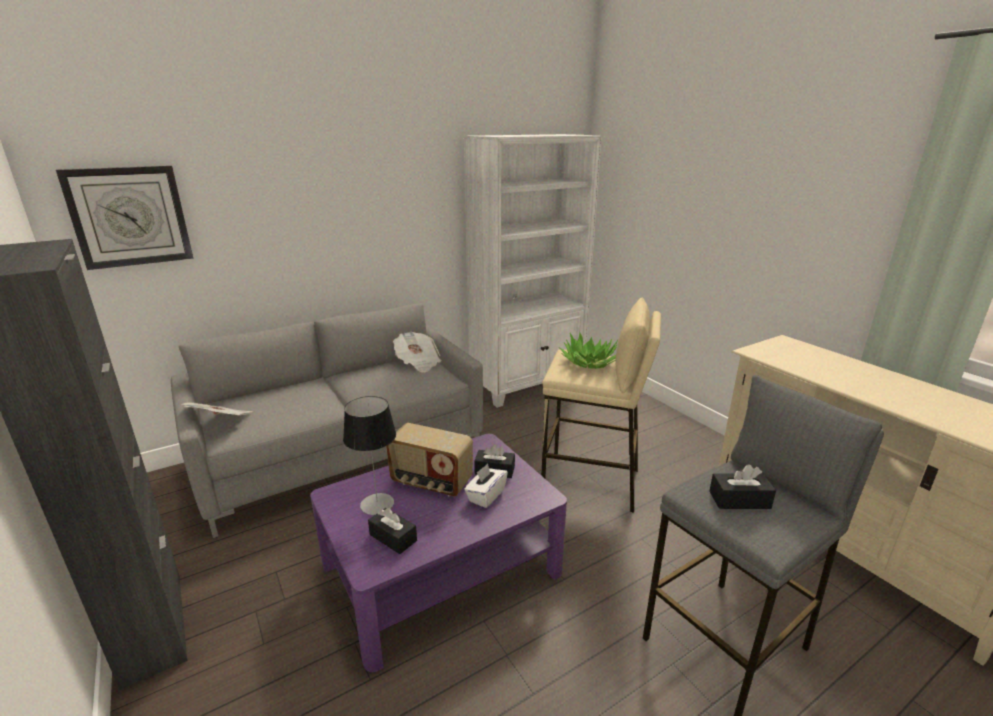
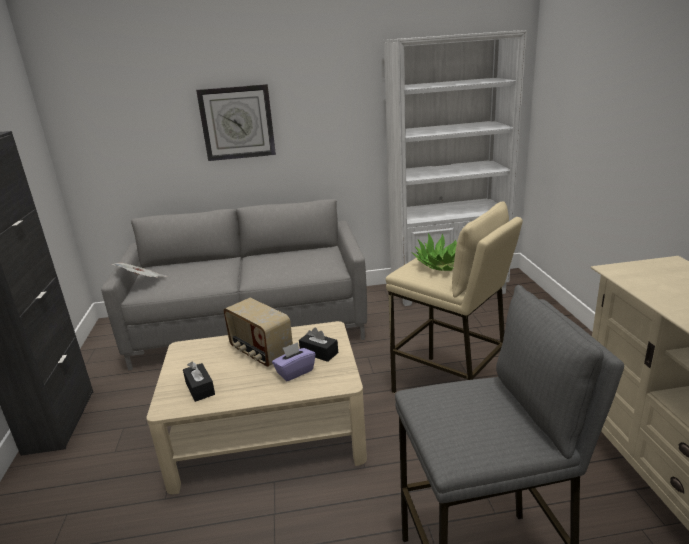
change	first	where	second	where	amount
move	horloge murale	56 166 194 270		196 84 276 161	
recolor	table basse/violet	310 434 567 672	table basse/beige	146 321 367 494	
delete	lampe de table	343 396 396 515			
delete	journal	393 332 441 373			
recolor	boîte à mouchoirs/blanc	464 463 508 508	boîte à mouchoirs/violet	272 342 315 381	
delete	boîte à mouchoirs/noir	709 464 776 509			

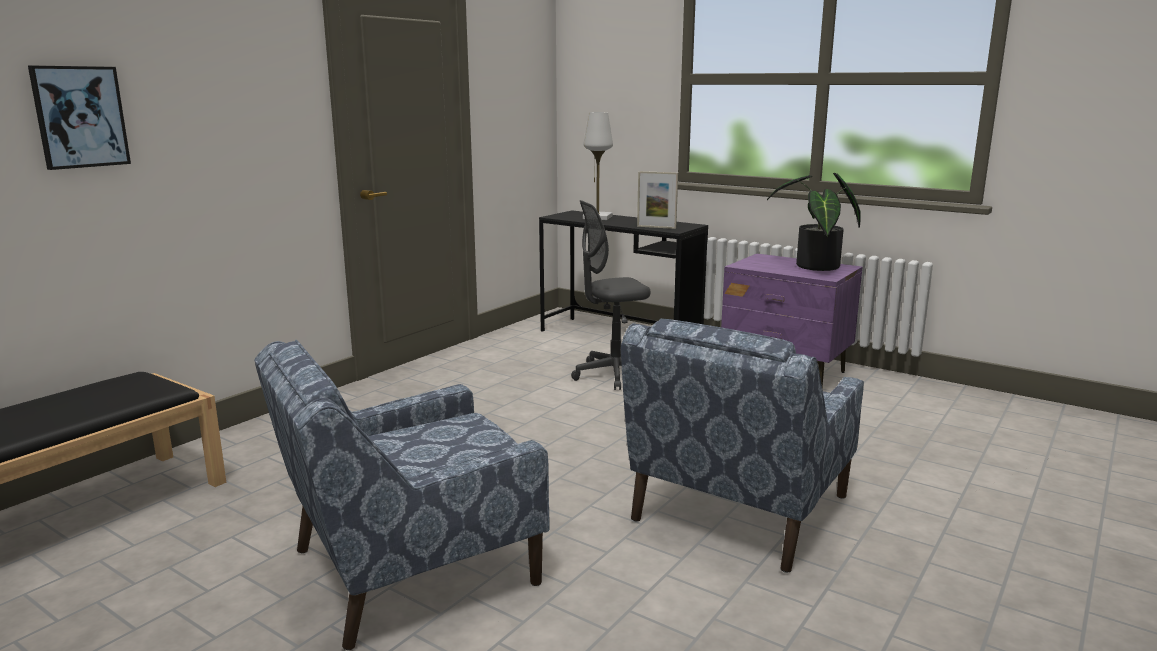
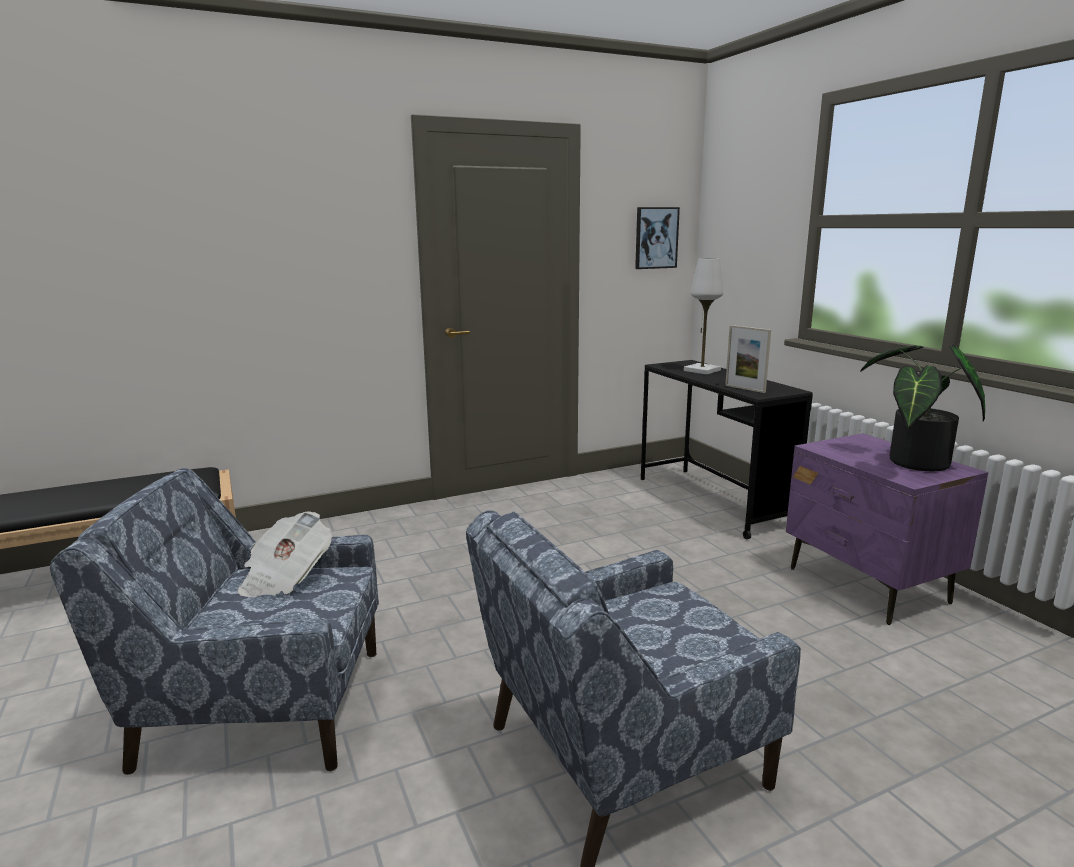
change	first	where	second	where	amount
move	tableau	28 66 131 170		635 207 680 269	
delete	chaise de bureau/gris	571 200 650 390			
insert			journal	238 511 332 597	

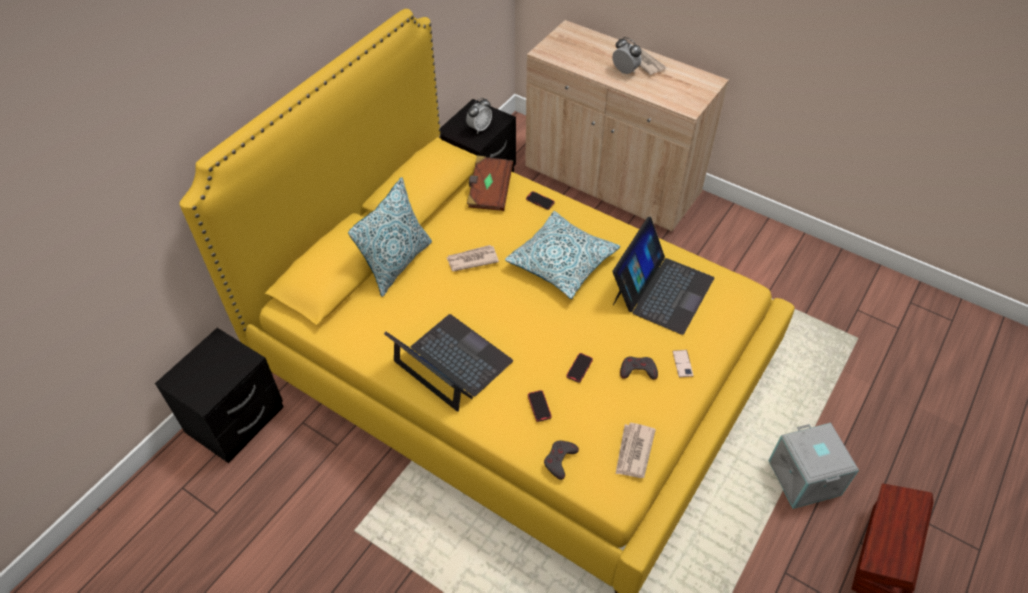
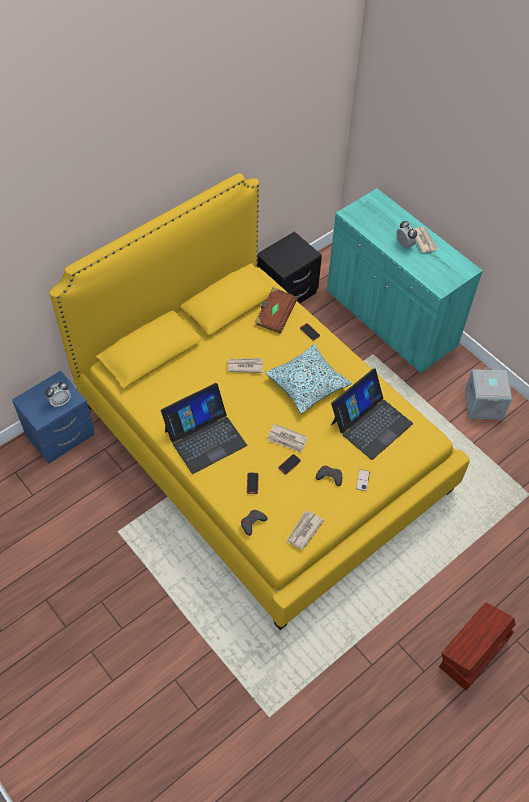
change	first	where	second	where	amount
recolor	table de chevet/noir	155 328 284 463	table de chevet/bleu	12 371 95 464	
delete	coussin	348 177 432 297			
rotate	ordinateur portable	384 314 513 412		161 383 247 474	90 degrees clockwise
move	réveil	466 98 492 134		45 382 71 407	
recolor	meuble de rangement/beige	525 20 729 231	meuble de rangement/turquoise	327 188 483 373	
move	boîte de rangement/gris	769 423 859 509		465 367 512 419	
insert			journal	267 424 308 453	

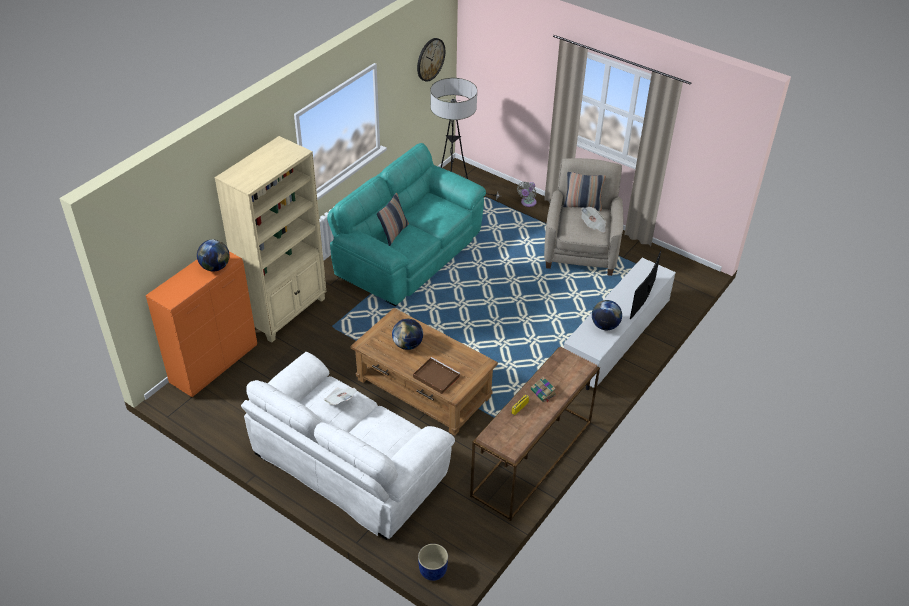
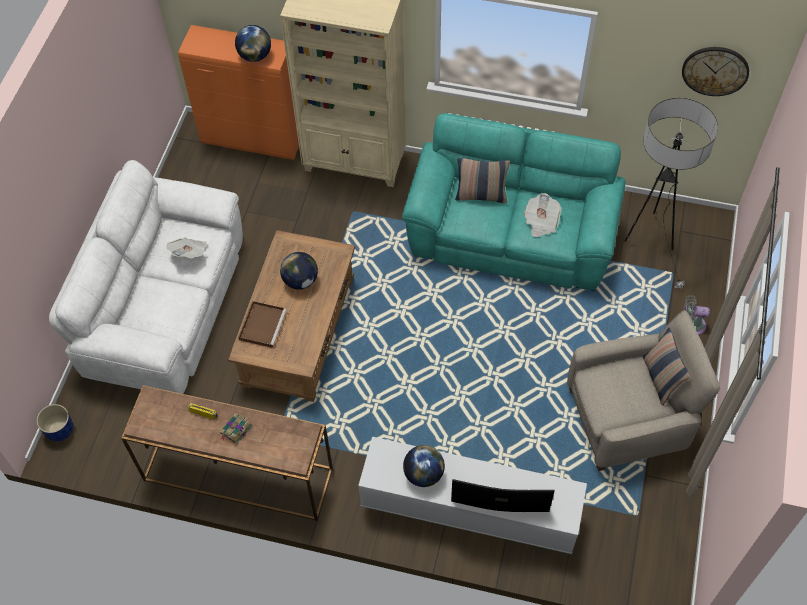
change	first	where	second	where	amount
move	journal	581 207 606 233		524 193 562 237	

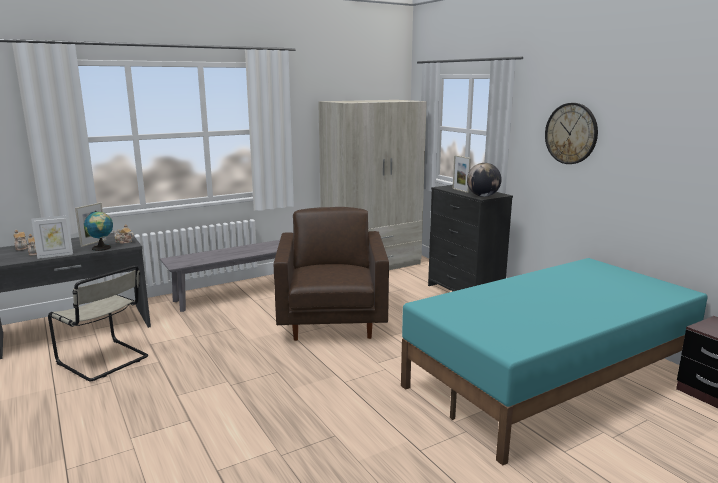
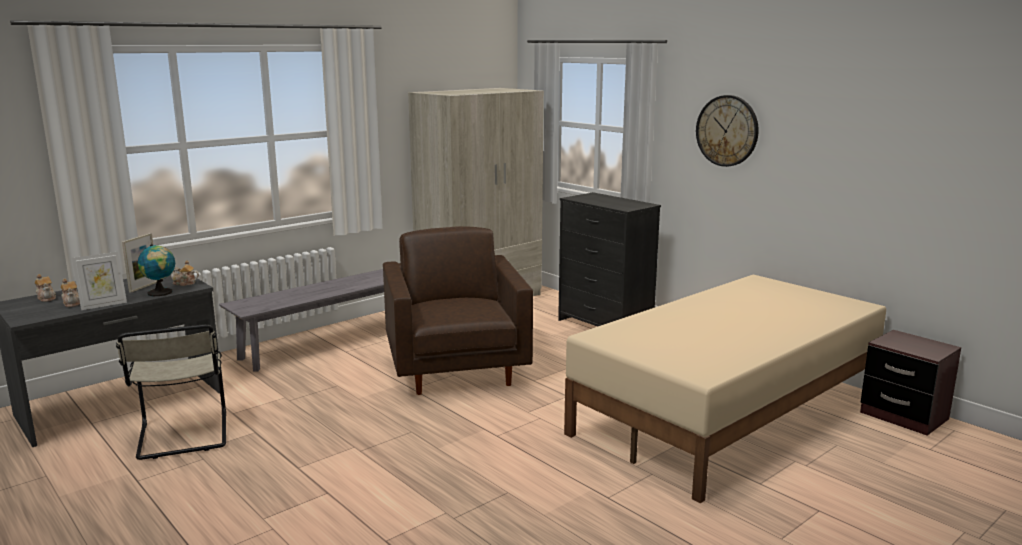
change	first	where	second	where	amount
rotate	chaise/beige	48 265 148 381		116 324 226 460	45 degrees clockwise
recolor	lit/turquoise	401 258 707 466	lit/beige	564 275 886 503	
delete	cadre photo	453 155 471 193			
delete	globe	467 163 502 197			

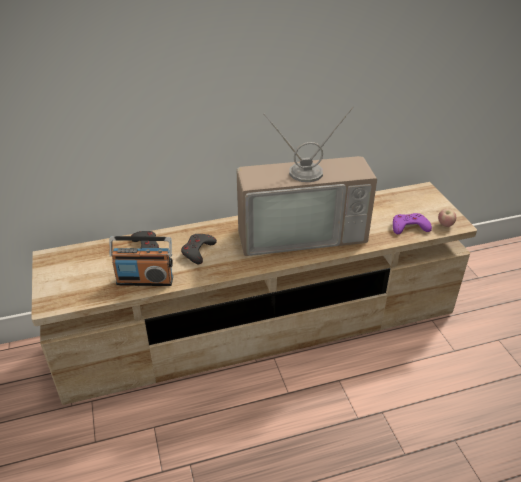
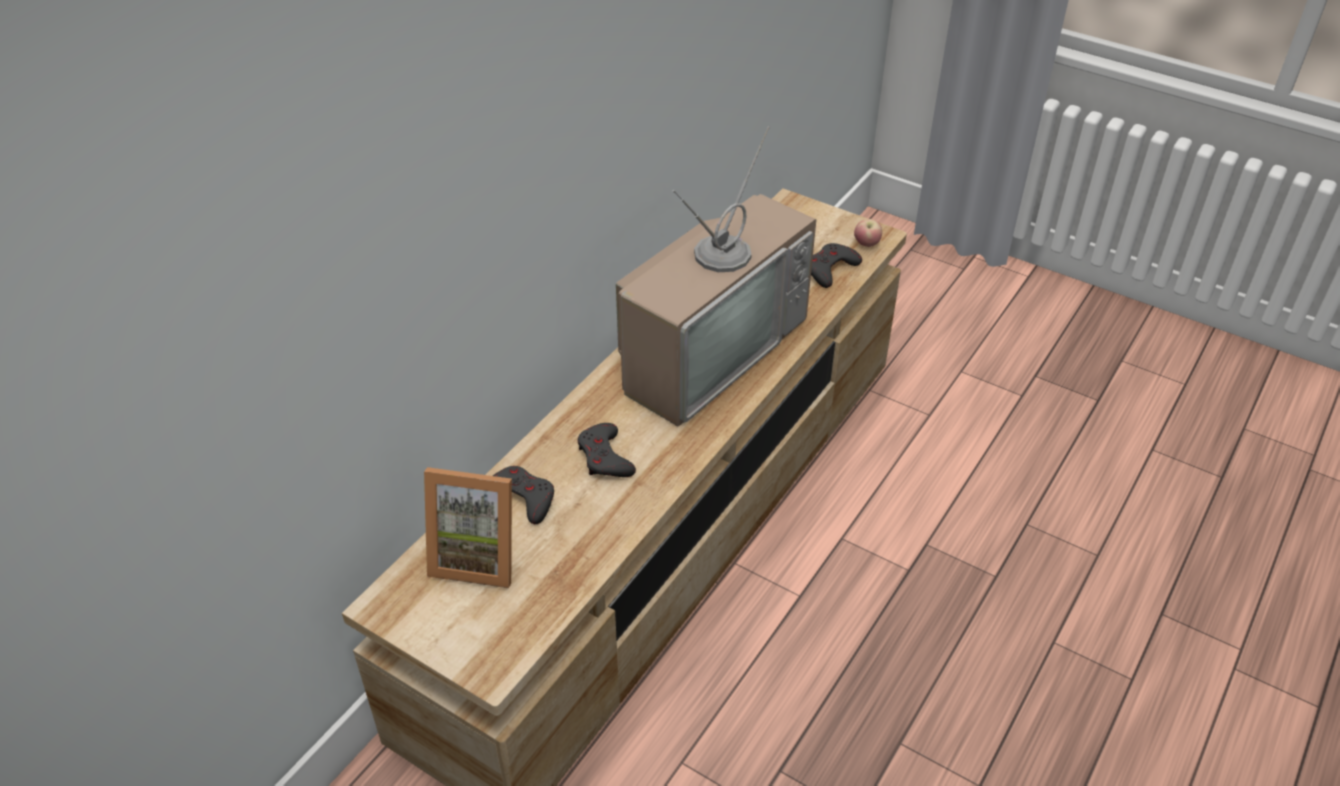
change	first	where	second	where	amount
delete	radio	109 236 173 286			
recolor	manette/violet	393 213 432 234	manette/gris	811 243 862 288	
insert			cadre photo	424 467 512 588	

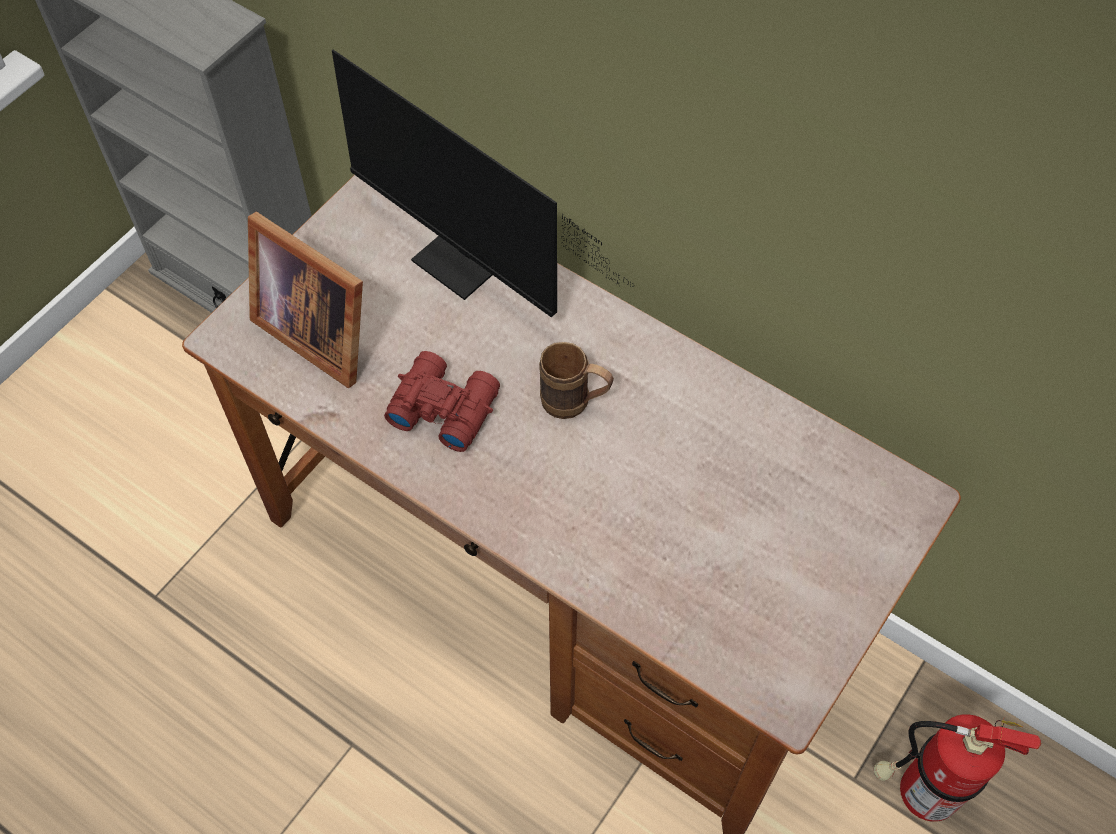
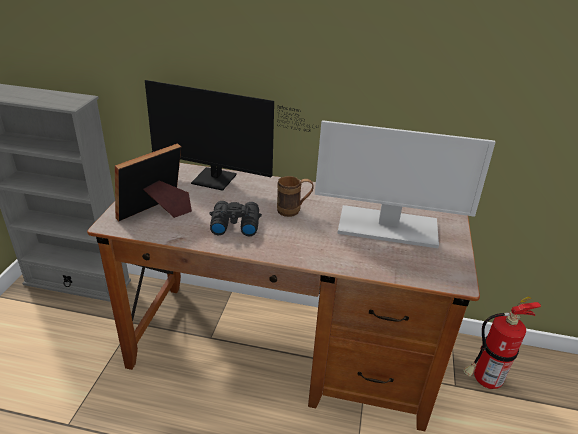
change	first	where	second	where	amount
rotate	cadre photo	248 212 363 388		115 143 192 221	120 degrees clockwise
recolor	jumelles/rouge	384 351 500 452	jumelles/noir	209 201 262 236	
insert			écran d'ordinateur	315 120 495 248	

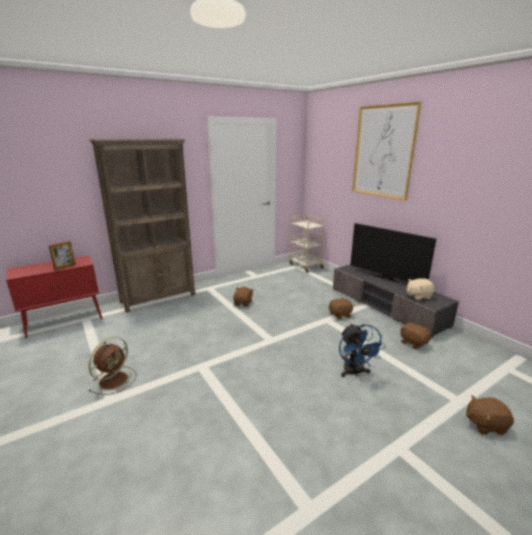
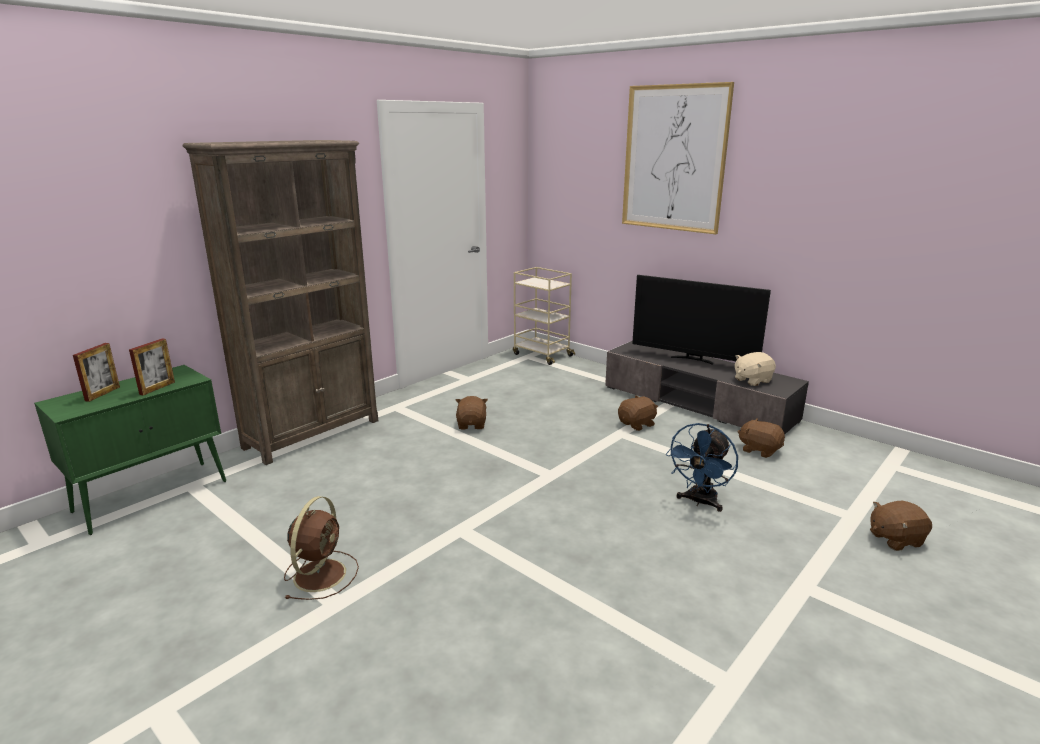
change	first	where	second	where	amount
recolor	meuble de rangement/rouge	6 255 103 338	meuble de rangement/vert	34 365 226 535	
rotate	ventilateur/bleu	339 324 386 377		666 423 738 512	60 degrees clockwise
insert			cadre photo	73 343 120 402	

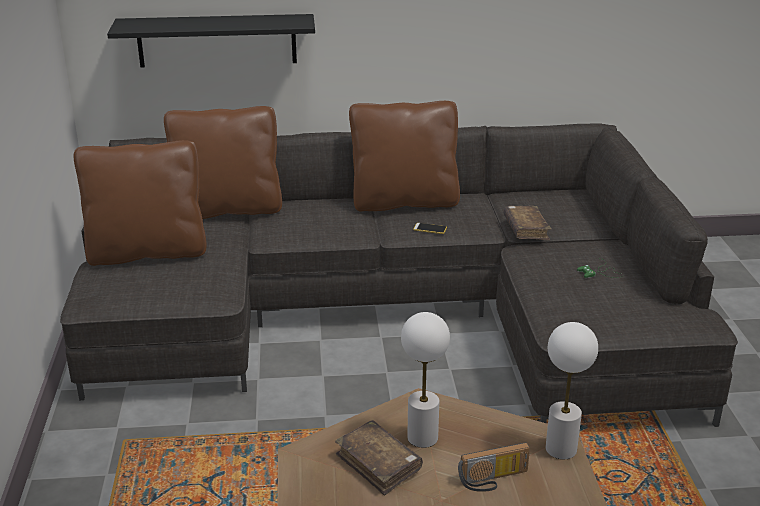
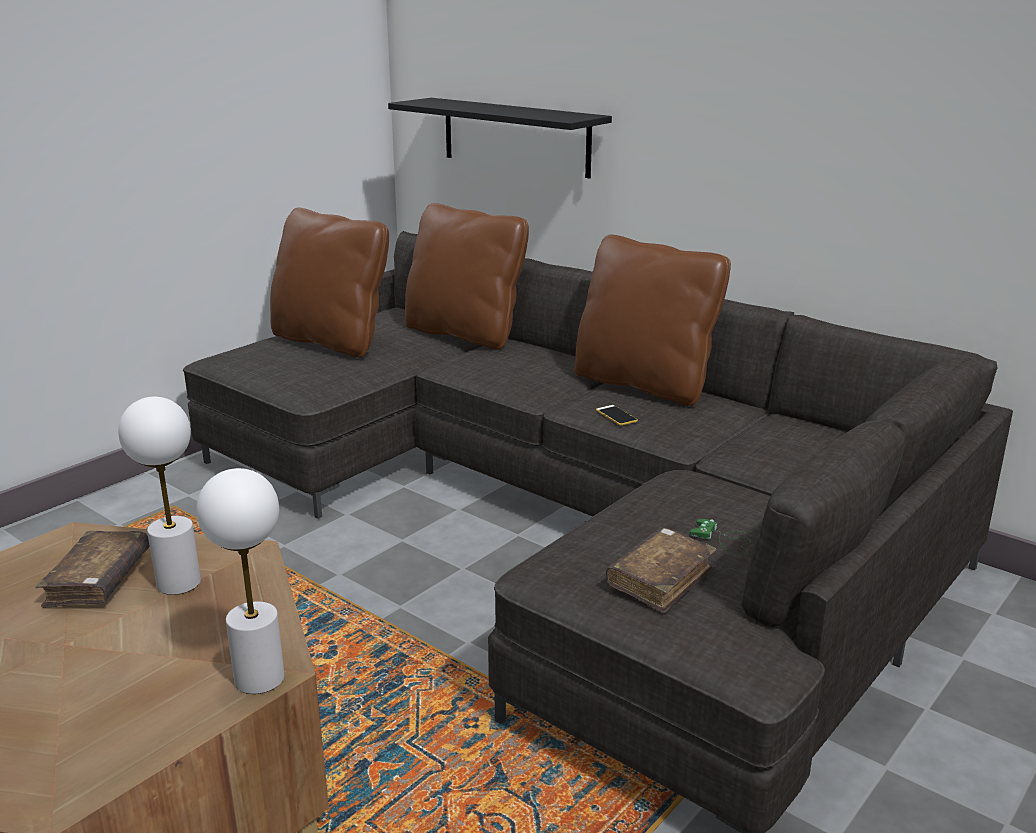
change	first	where	second	where	amount
delete	radio	458 442 530 492			
move	livre/marron	503 206 551 240		606 527 716 613	

